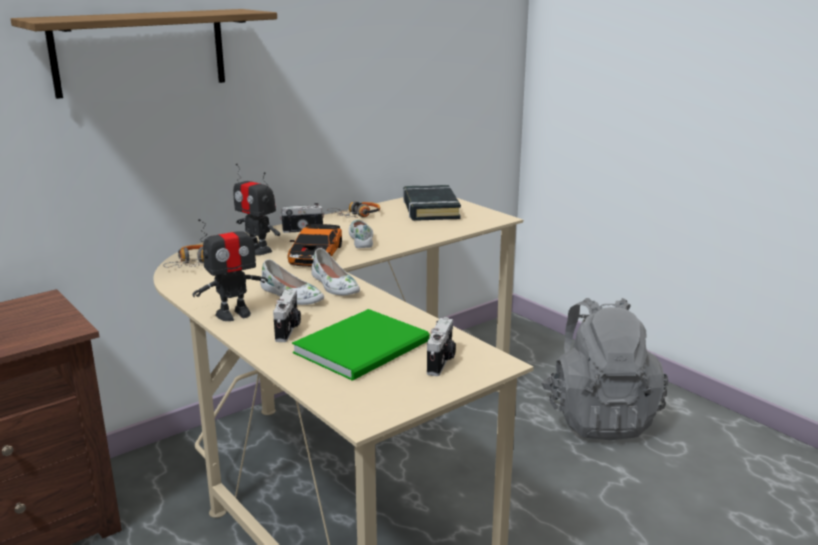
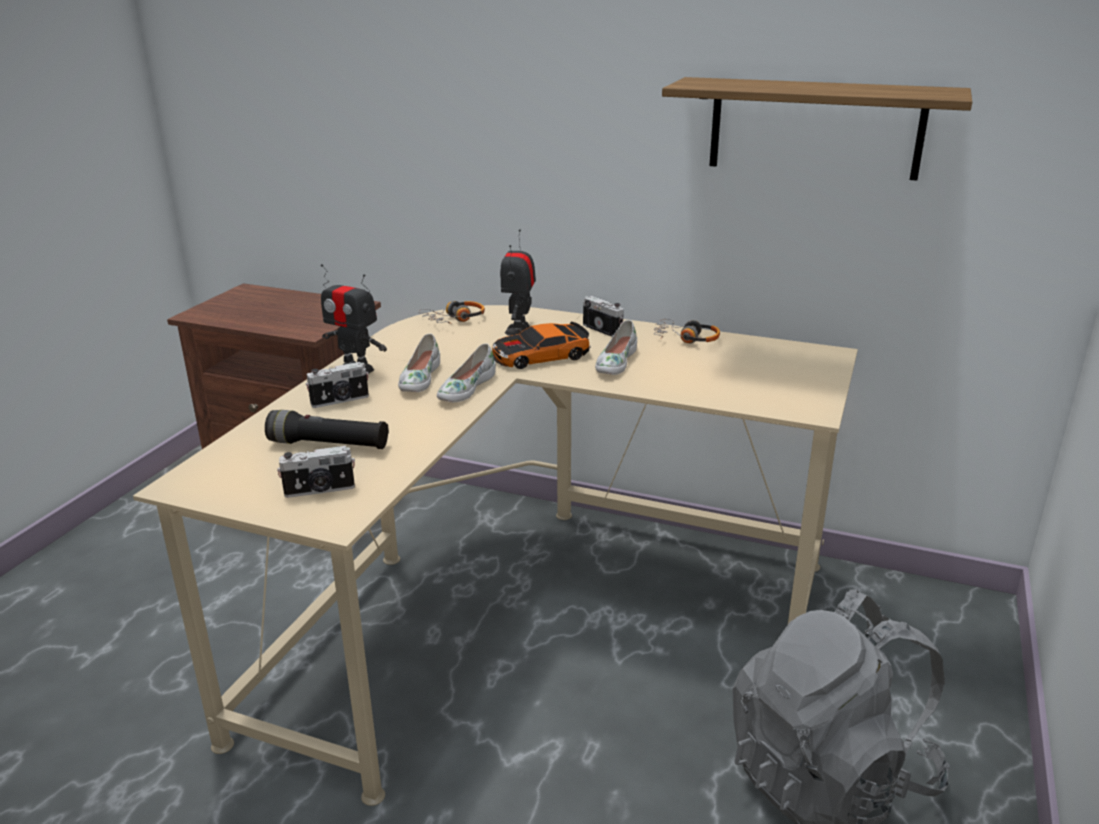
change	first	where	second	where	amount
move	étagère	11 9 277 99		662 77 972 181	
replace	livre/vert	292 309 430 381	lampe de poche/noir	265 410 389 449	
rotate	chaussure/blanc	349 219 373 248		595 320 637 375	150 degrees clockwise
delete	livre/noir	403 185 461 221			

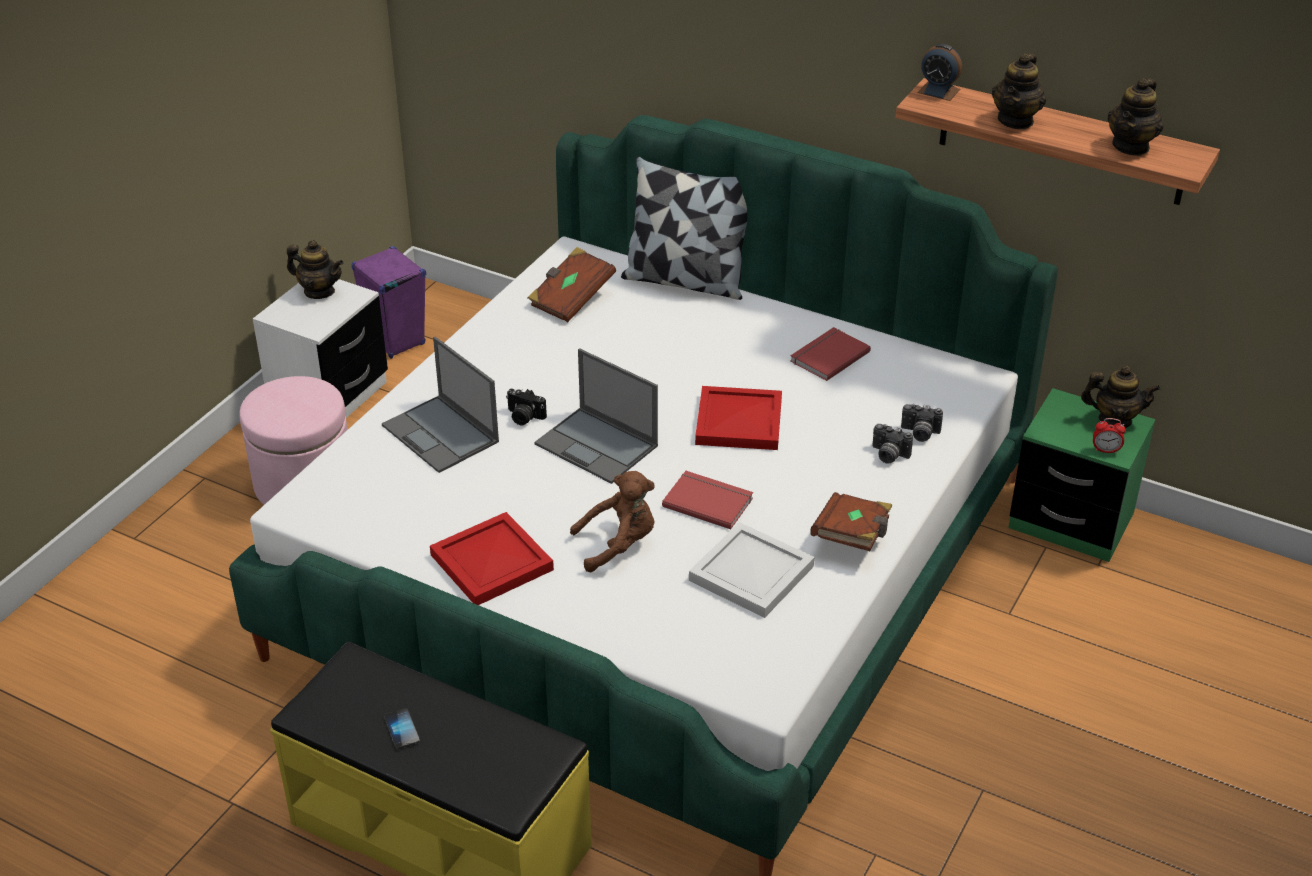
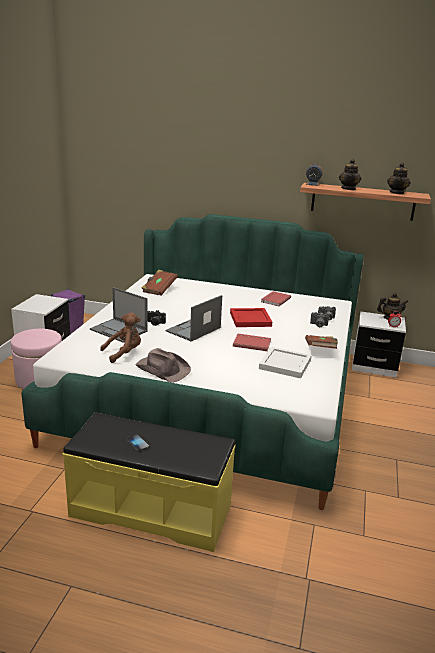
change	first	where	second	where	amount
delete	théière	287 240 343 299			
replace	plateau/rouge	430 512 554 605	chapeau/marron	135 348 191 383	
rotate	ordinateur portable	534 348 658 484		166 295 222 341	105 degrees clockwise
move	peluche/marron	570 471 655 572		100 312 141 363	
delete	coussin	621 156 747 300			
recolor	table de chevet/vert	1008 388 1155 562	table de chevet/blanc	352 311 406 378	

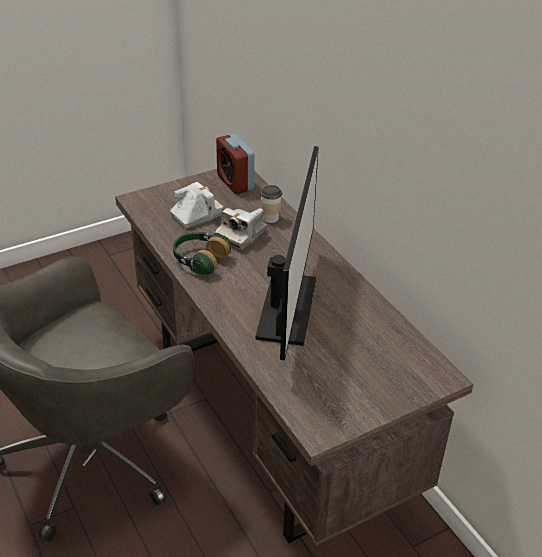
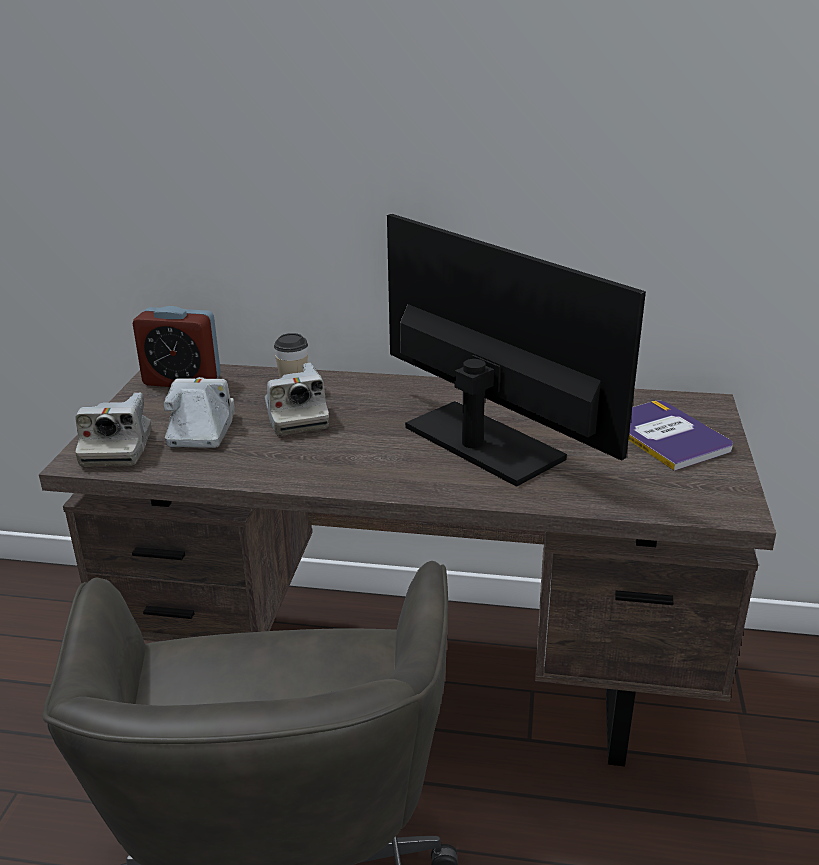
change	first	where	second	where	amount
delete	casque audio	173 232 231 275			
insert			appareil photo	75 393 151 467	
insert			livre	628 401 733 471	

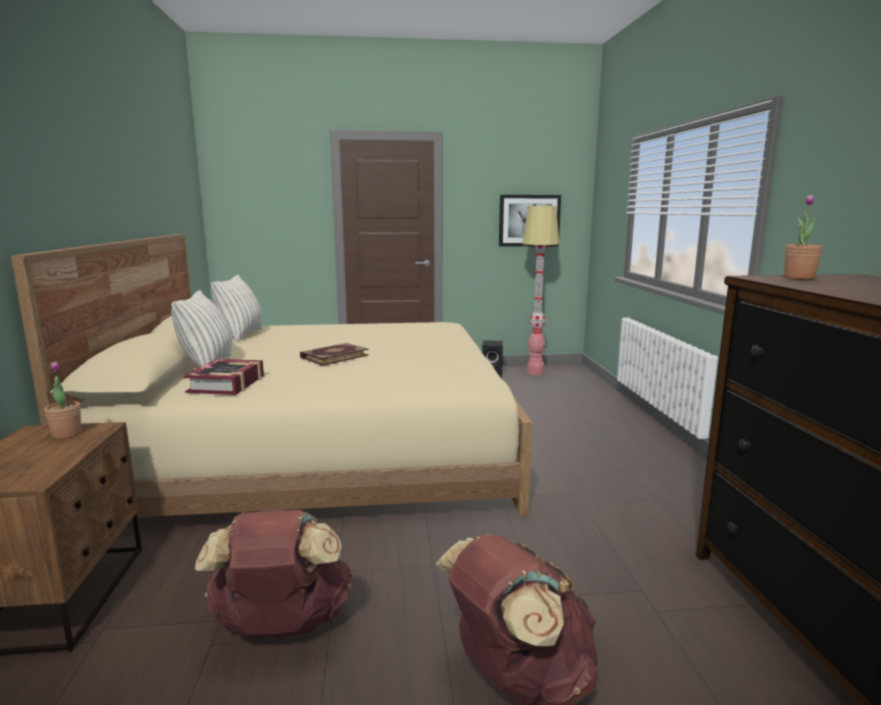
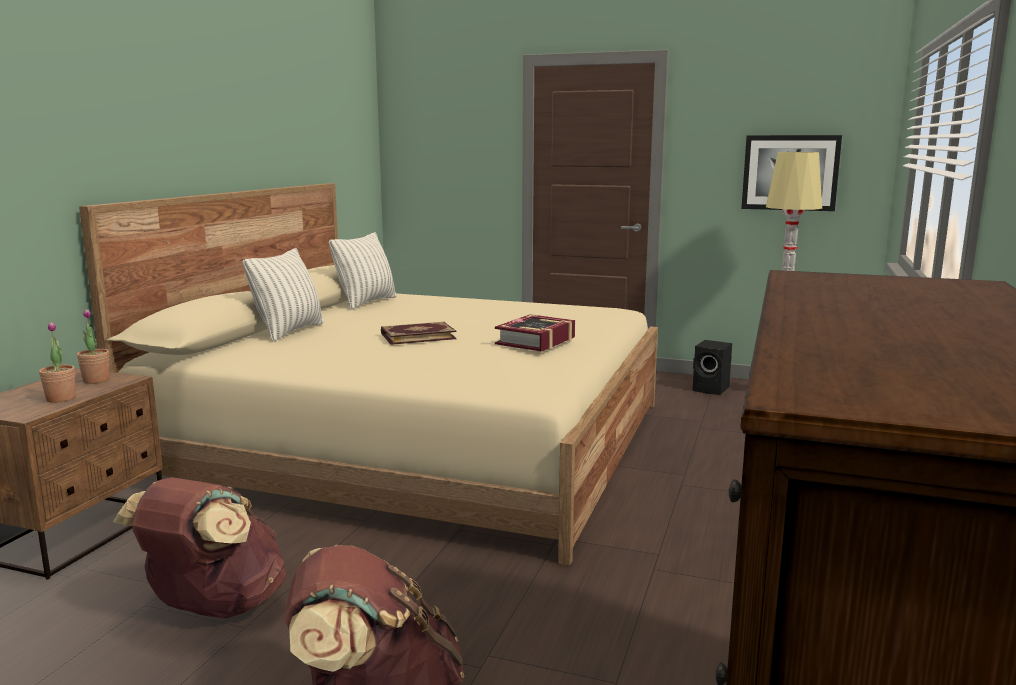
change	first	where	second	where	amount
move	livre	184 359 264 395		495 314 575 352	
move	plante en pot	784 195 823 279		39 322 75 403	

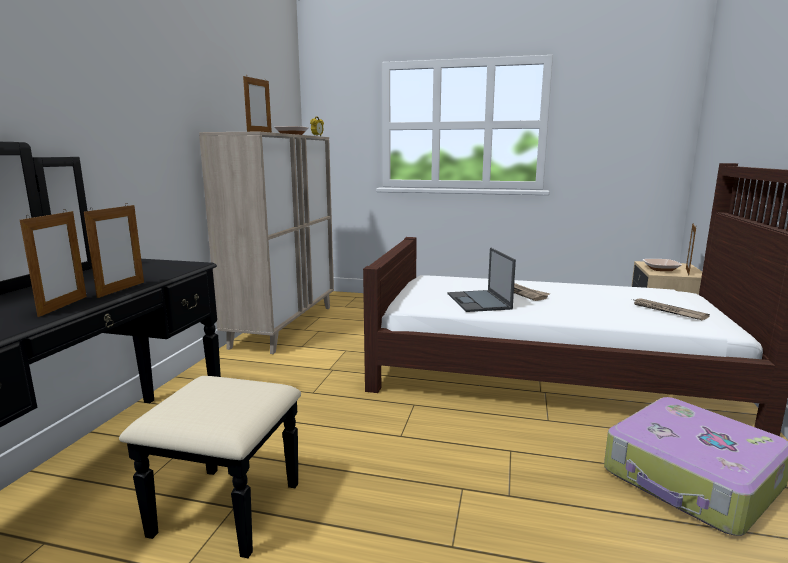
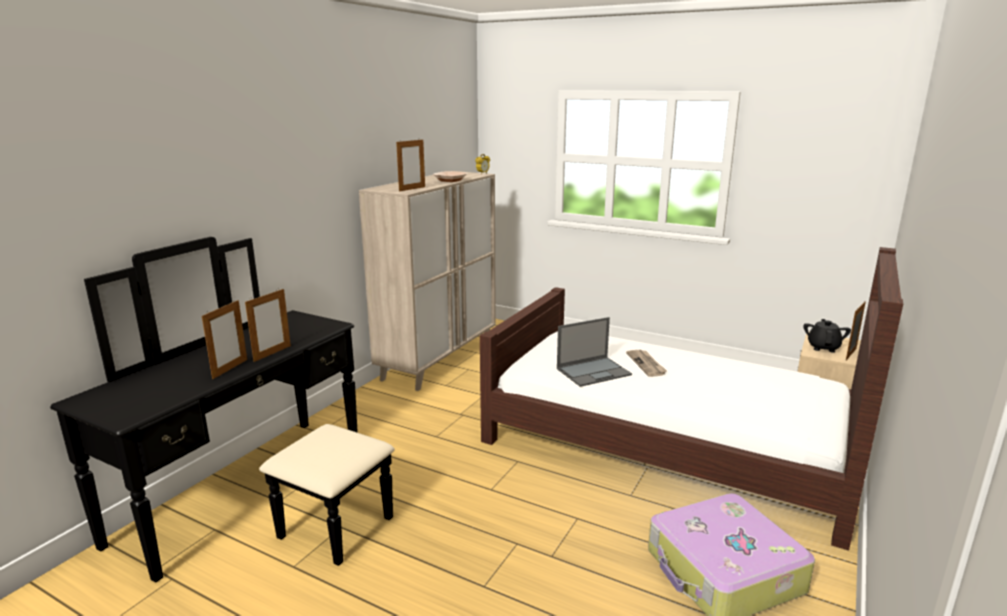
change	first	where	second	where	amount
rotate	ordinateur portable	448 248 516 312		557 317 632 387	120 degrees counterclockwise
delete	journal	632 298 710 320			
replace	bol	643 259 682 271	théière/noir	803 319 851 353	

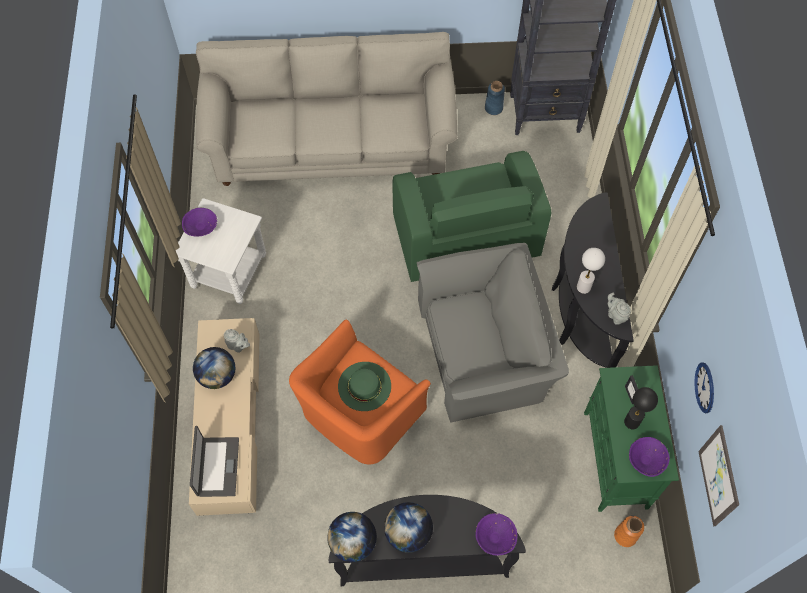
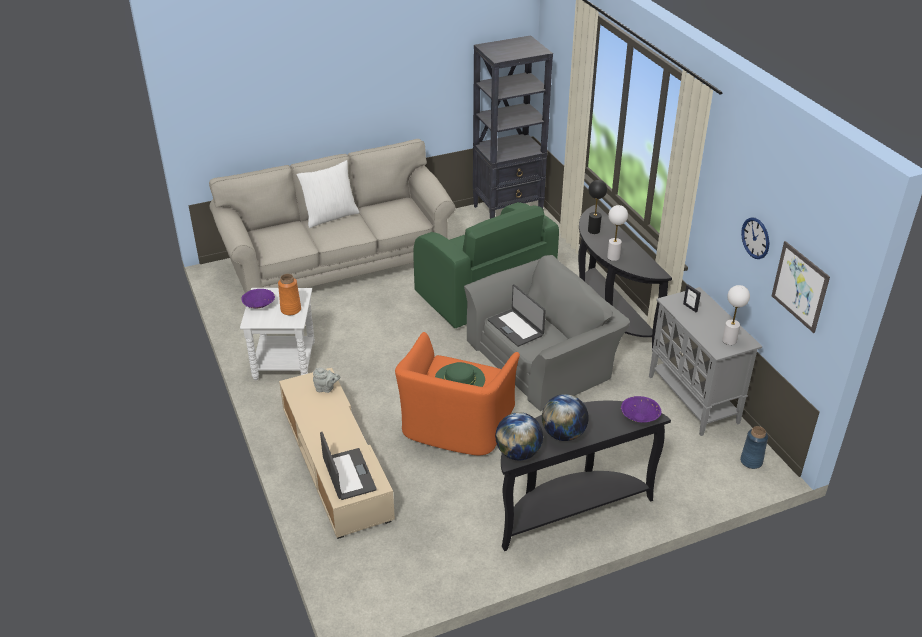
change	first	where	second	where	amount
delete	globe	193 347 236 389			
move	vase/bleu	485 81 505 115		740 426 768 469	
recolor	meuble de rangement/vert	584 365 679 512	meuble de rangement/gris	649 287 762 436	
delete	théière/gris	608 293 631 325			
move	vase/orange	614 516 644 547		278 274 301 315	
move	lampe de table/noir	624 387 658 429		588 180 607 234	
replace	bol/violet	629 437 670 477	lampe de table/blanc	722 285 750 345	
insert			coussin/blanc	296 160 360 228	
insert			ordinateur portable	488 284 546 347	

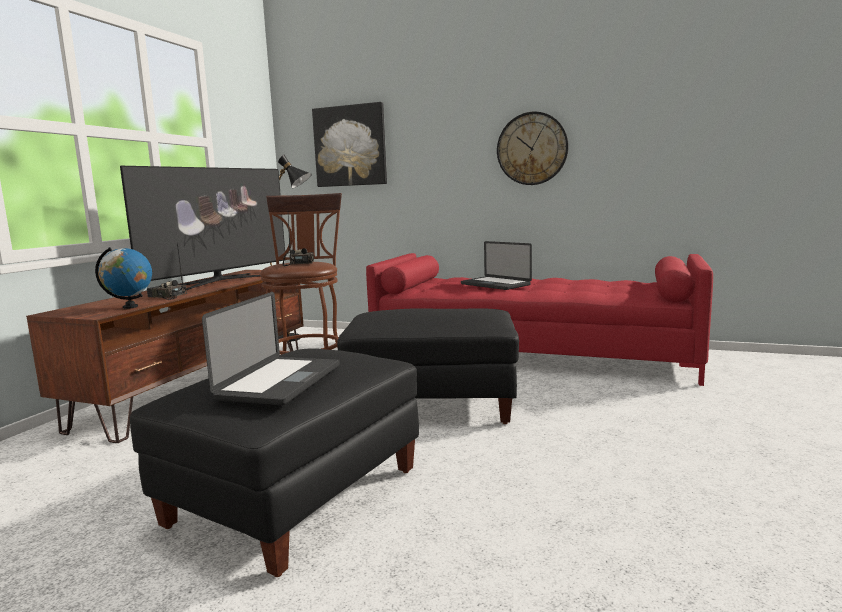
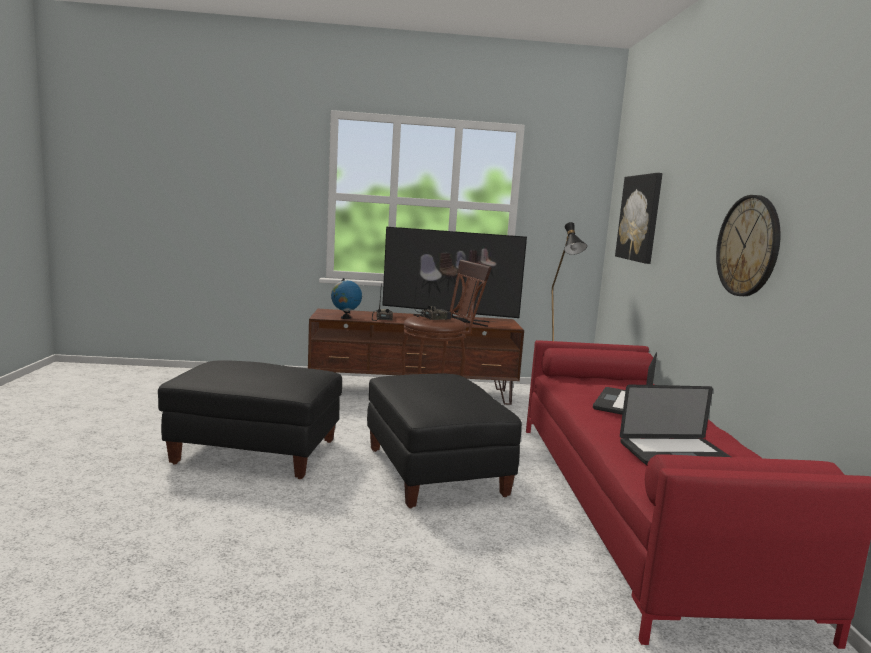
change	first	where	second	where	amount
move	ordinateur portable	202 292 340 405		620 385 731 465	

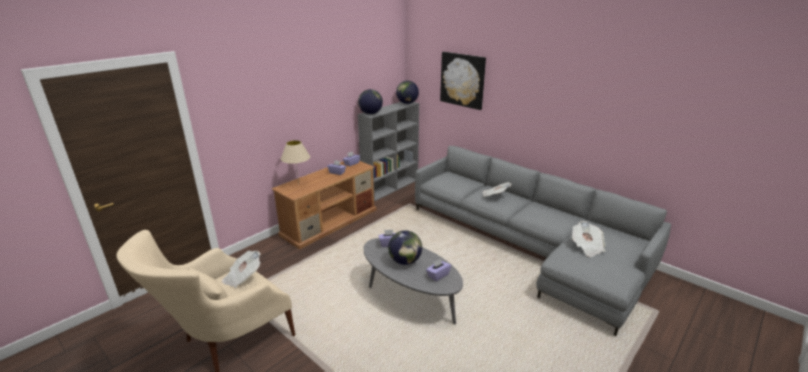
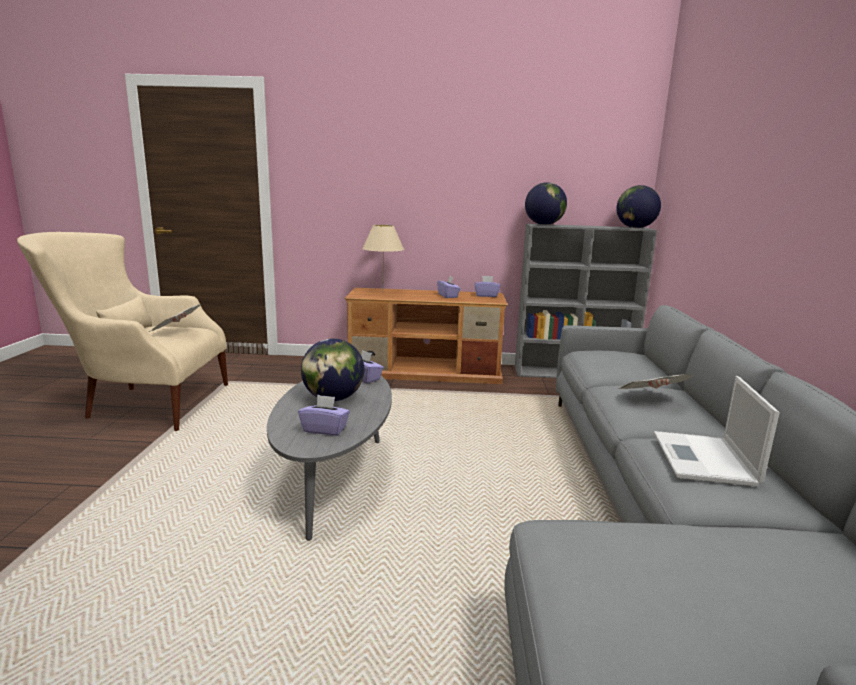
change	first	where	second	where	amount
delete	tableau	440 52 486 110			
delete	journal	572 221 606 257			
insert			ordinateur portable	654 376 780 486	

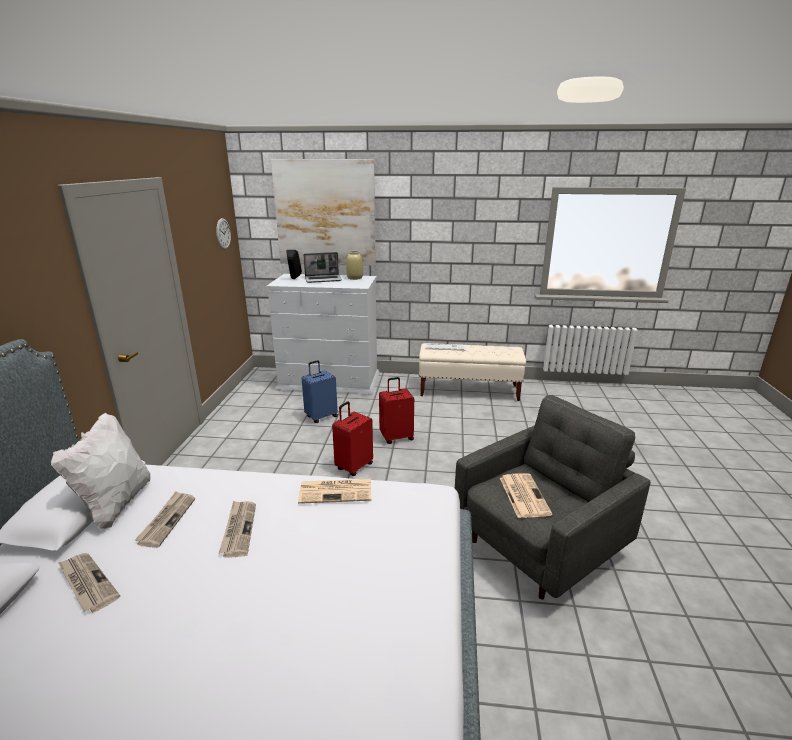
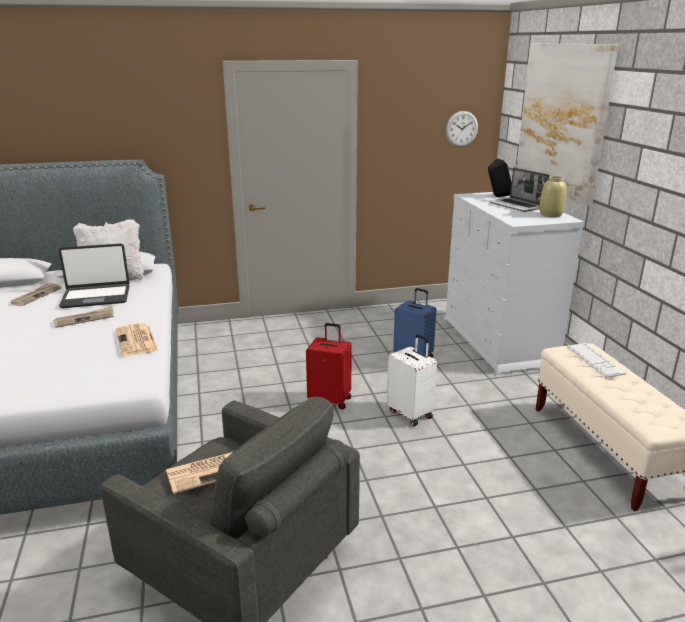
change	first	where	second	where	amount
replace	journal	135 492 195 548	ordinateur portable	59 244 130 308	
recolor	valise/rouge	379 377 414 444	valise/blanc	387 334 437 426	

